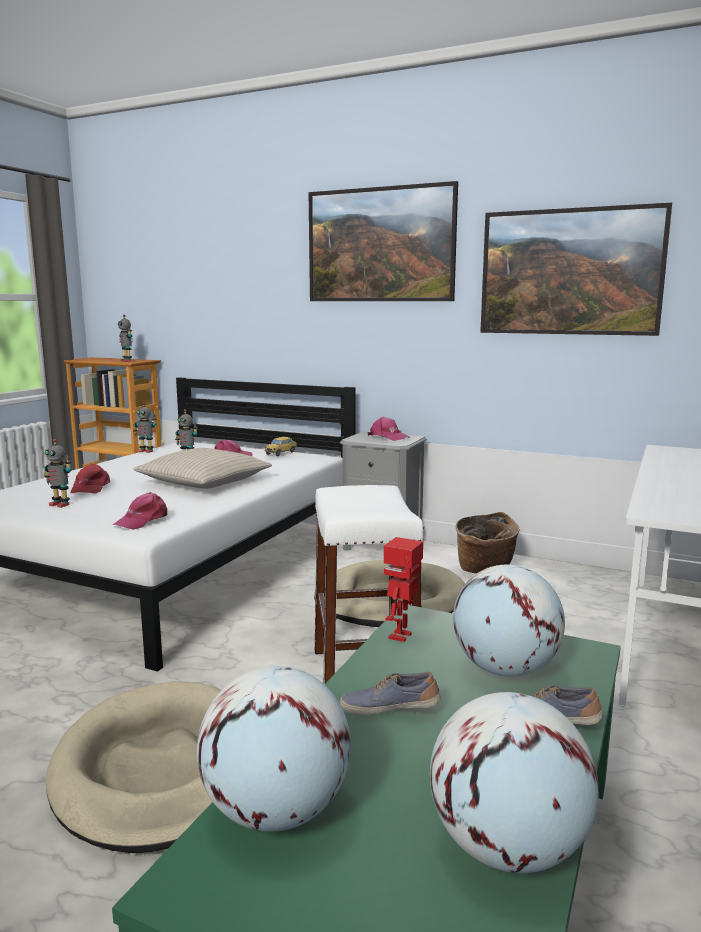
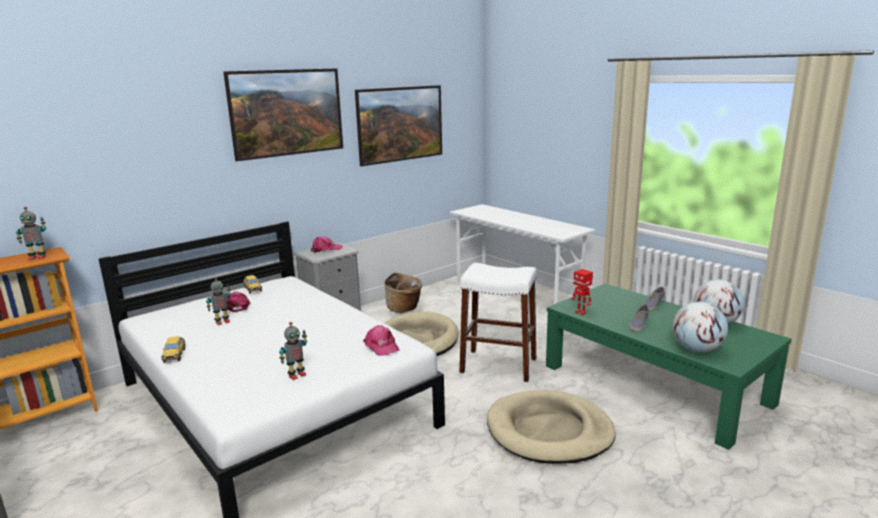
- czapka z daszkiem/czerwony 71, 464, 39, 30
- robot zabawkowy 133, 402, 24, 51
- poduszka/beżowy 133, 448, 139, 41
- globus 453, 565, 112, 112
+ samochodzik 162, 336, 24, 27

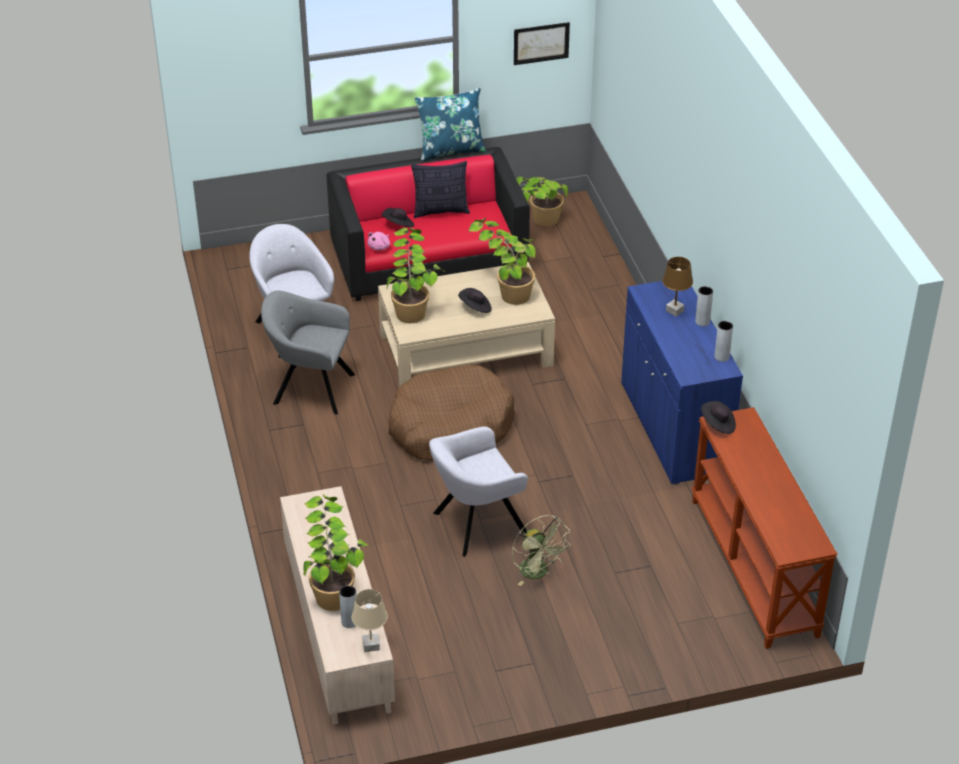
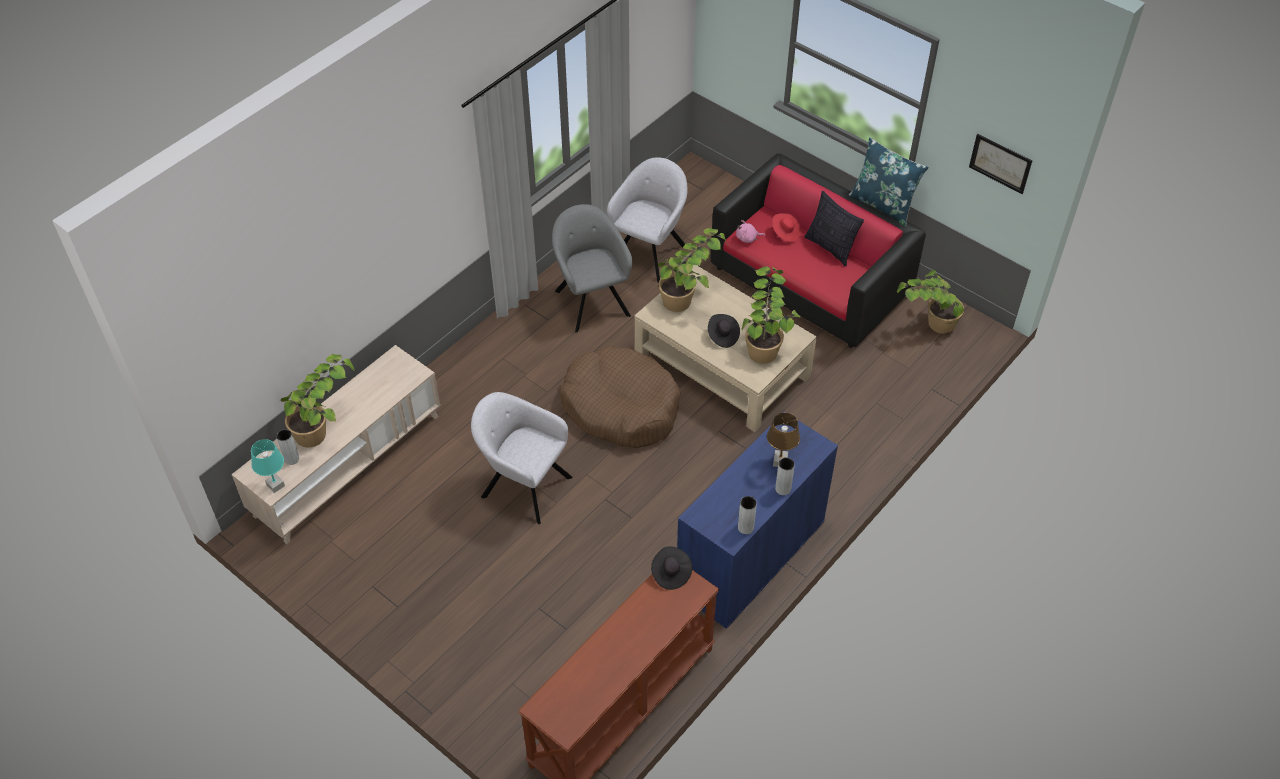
- wentylator/zielony 512, 515, 59, 71
~ lampa stołowa/beżowy 352, 589, 36, 63 to lampa stołowa/turkusowy 251, 439, 34, 54
~ kapelusz/czarny 382, 208, 32, 19 to kapelusz/czerwony 772, 213, 29, 30

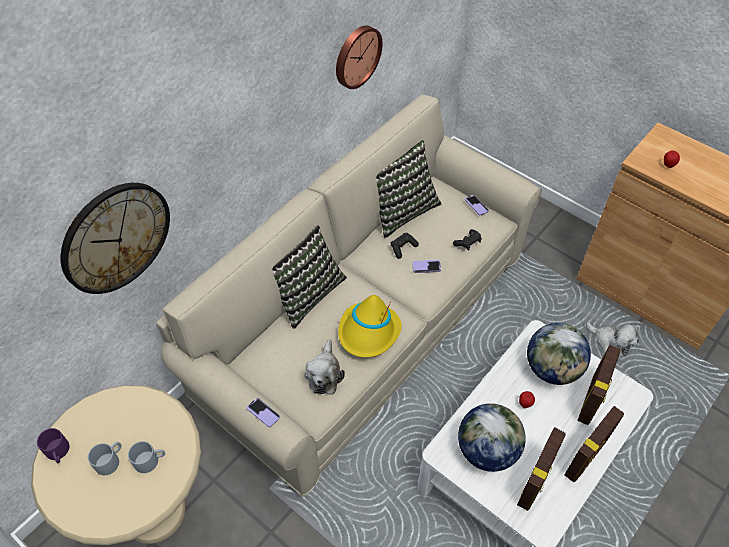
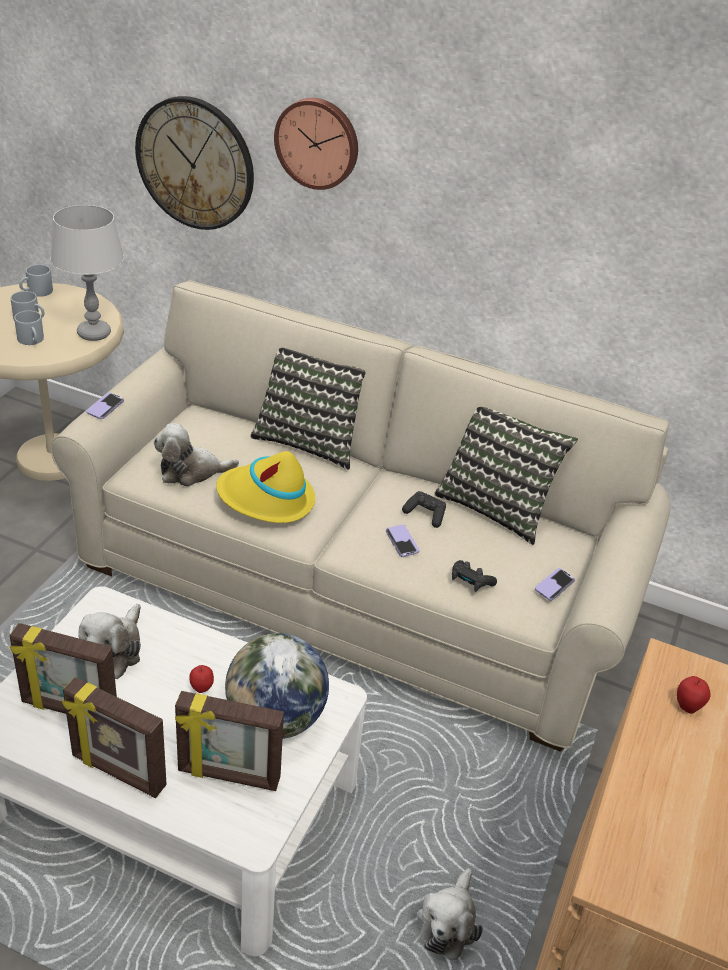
+ lampa stołowa/szary 50, 205, 74, 136
~ zegar ścienny 336, 25, 47, 64 to 274, 98, 84, 92
~ globus 458, 403, 68, 69 to pluszak 78, 604, 63, 75
~ kubek/fioletowy 37, 428, 32, 36 to kubek/szary 19, 264, 34, 33

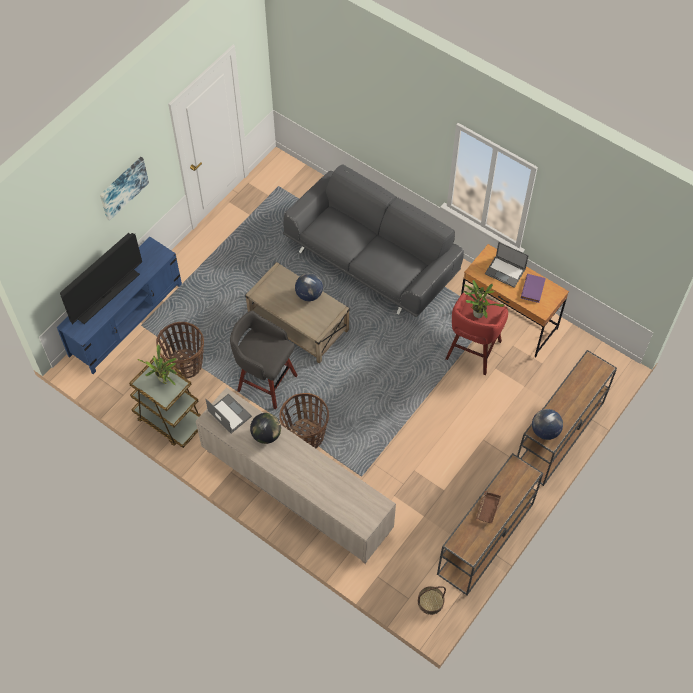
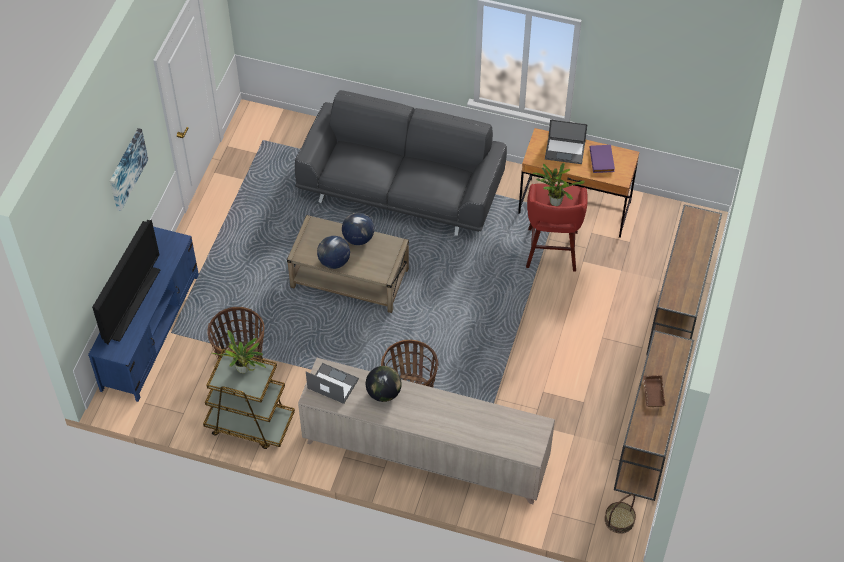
- stołek/szary 230, 311, 68, 98
~ globus 532, 409, 31, 31 to 317, 236, 33, 33

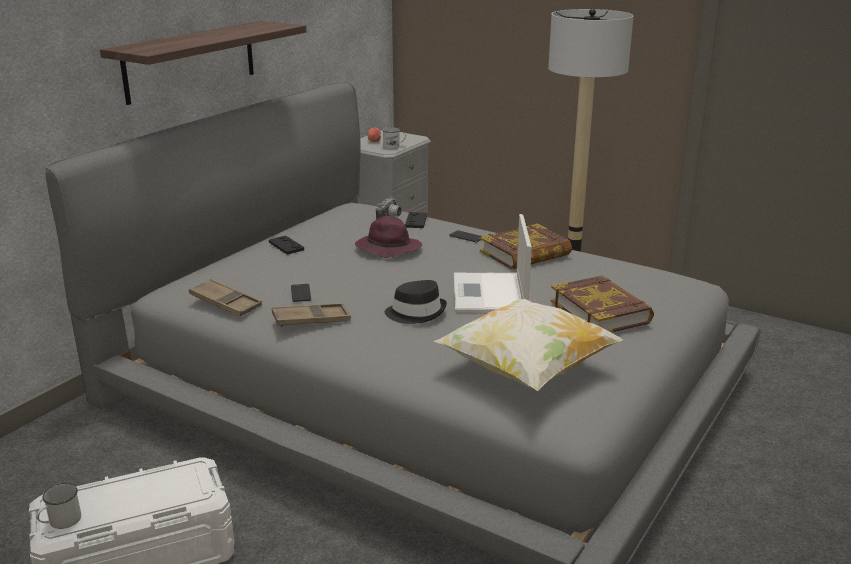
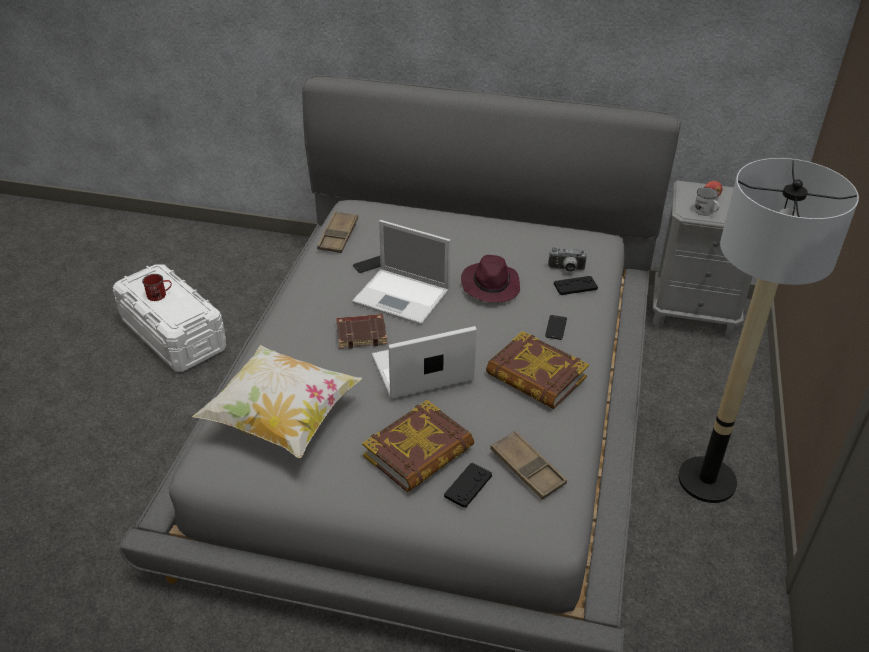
- kubek/biały 36, 483, 45, 46
- półka 100, 21, 206, 84
+ kubek/czerwony 142, 274, 30, 27
+ laptop 352, 220, 99, 105
~ pad do gier/czarny 269, 236, 35, 18 to 444, 463, 48, 45
~ taca/brązowy 272, 303, 79, 24 to 490, 431, 77, 69
~ kapelusz/czarny 385, 280, 62, 44 to książka/brązowy 336, 314, 51, 35

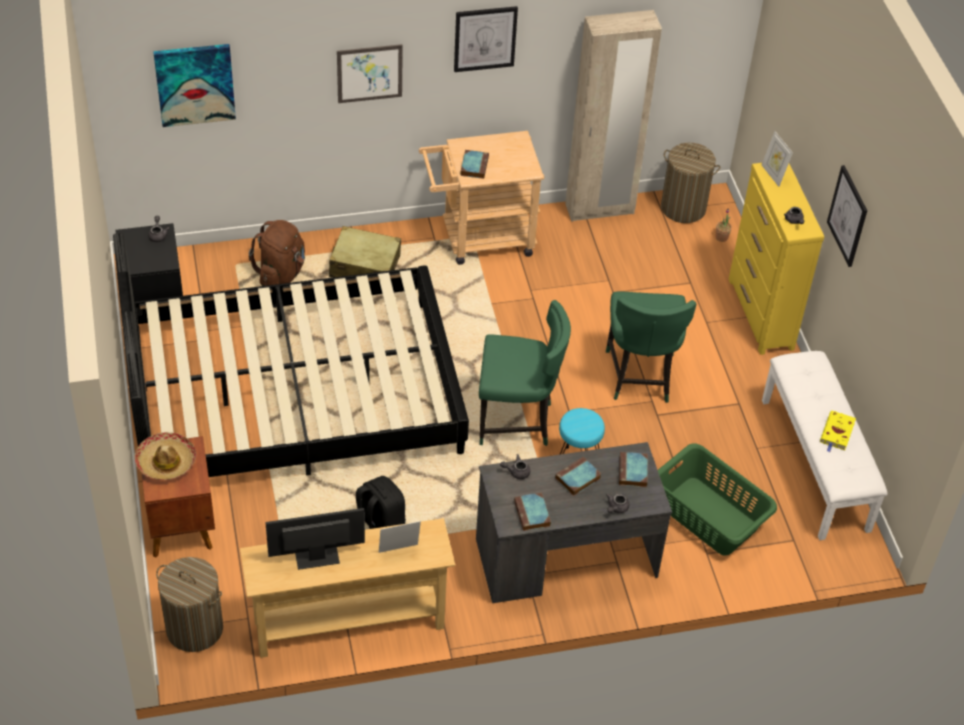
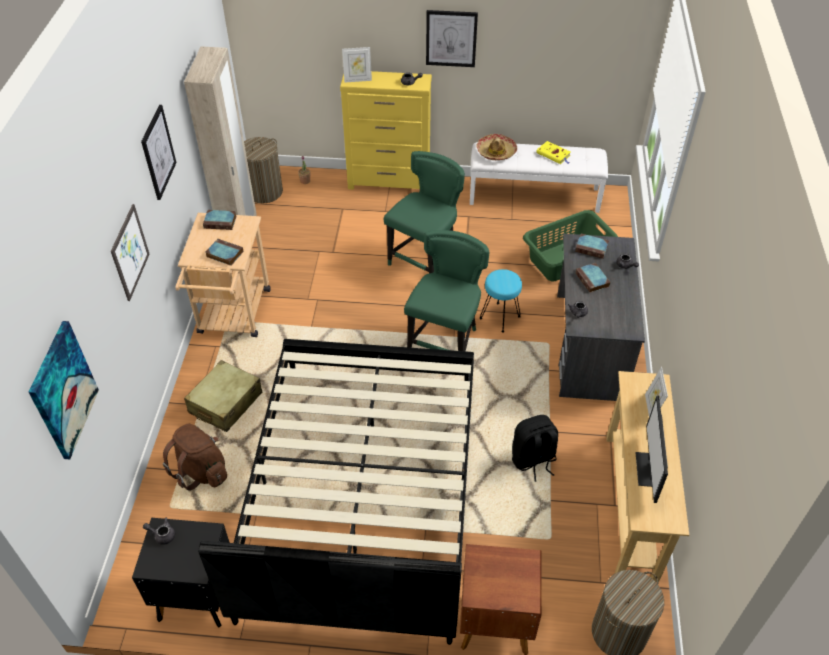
~ kapelusz 135, 432, 61, 48 to 476, 134, 41, 26
~ książka 514, 492, 37, 39 to 203, 210, 33, 20
~ krzesło/zielony 606, 291, 90, 112 = 384, 151, 81, 122 75 degrees counterclockwise

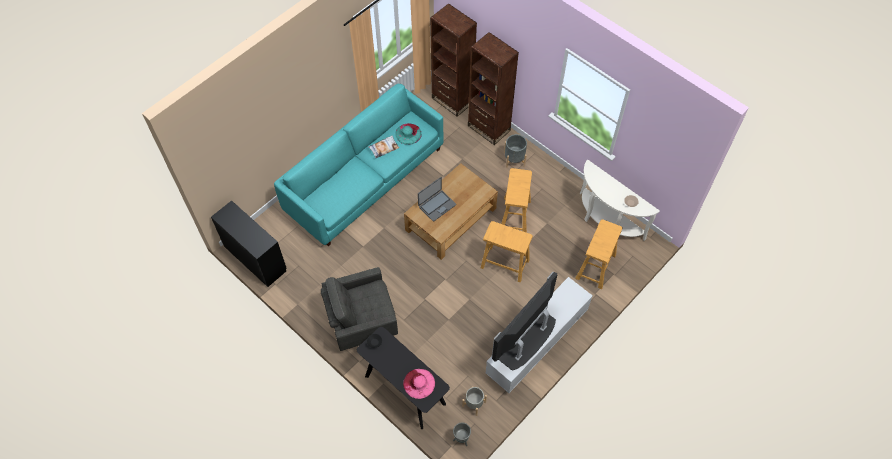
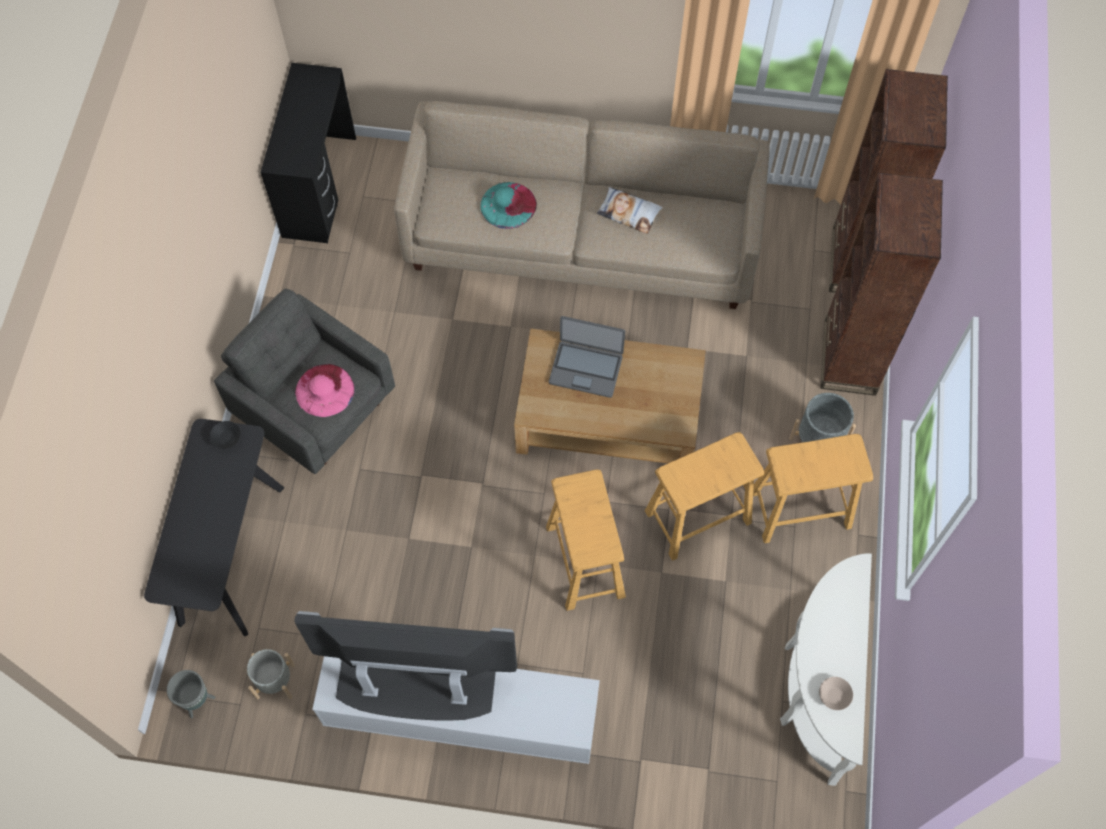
~ kapelusz/turkusowy 395, 123, 26, 22 to 480, 182, 57, 47
~ kapelusz/różowy 403, 369, 32, 30 to 295, 364, 60, 53
~ stołek/beżowy 575, 219, 48, 70 to 753, 434, 120, 109
~ kanapa/turkusowy 274, 84, 170, 162 to kanapa/beżowy 394, 101, 376, 208

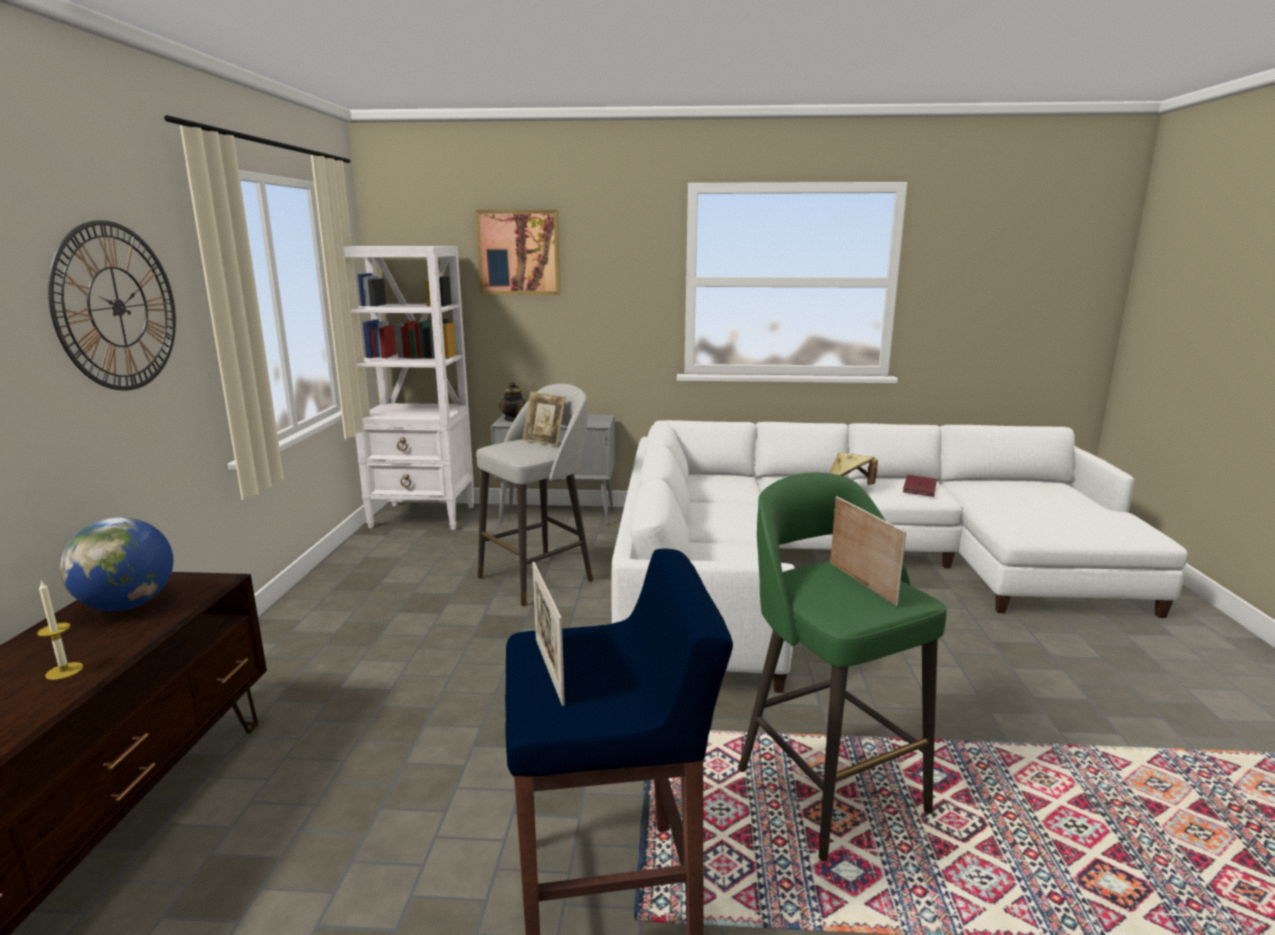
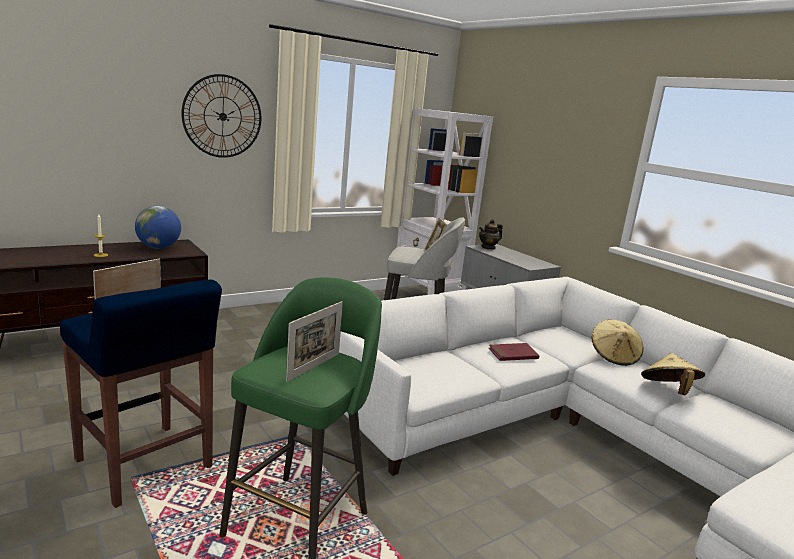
- obraz 475, 210, 85, 85
+ kapelusz/beżowy 591, 320, 53, 46
~ książka/czerwony 903, 475, 34, 22 to 489, 343, 50, 18

